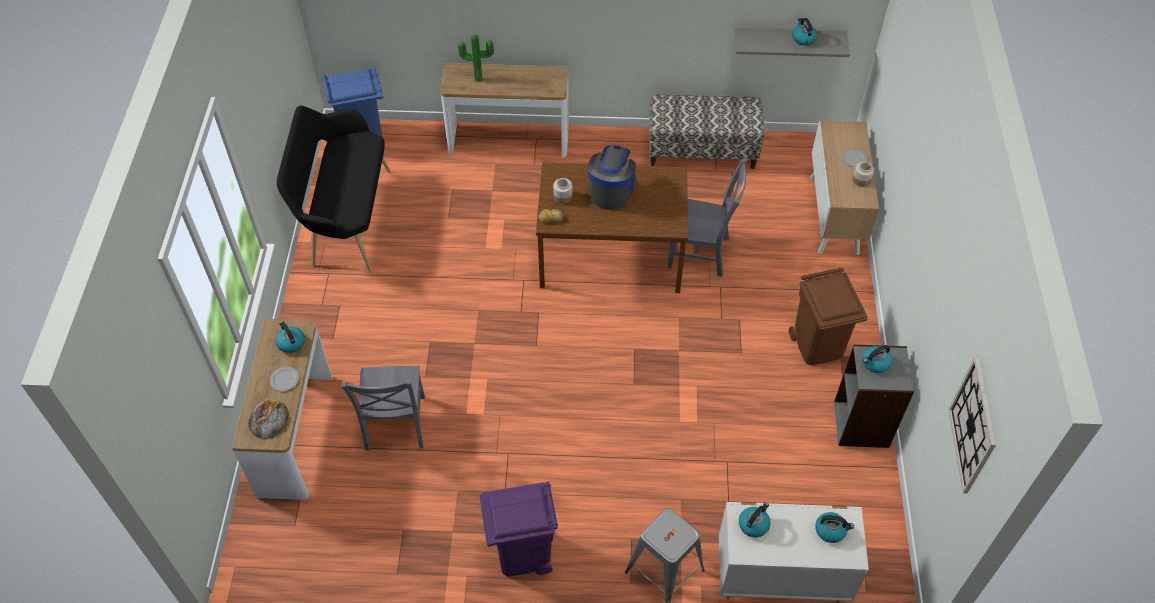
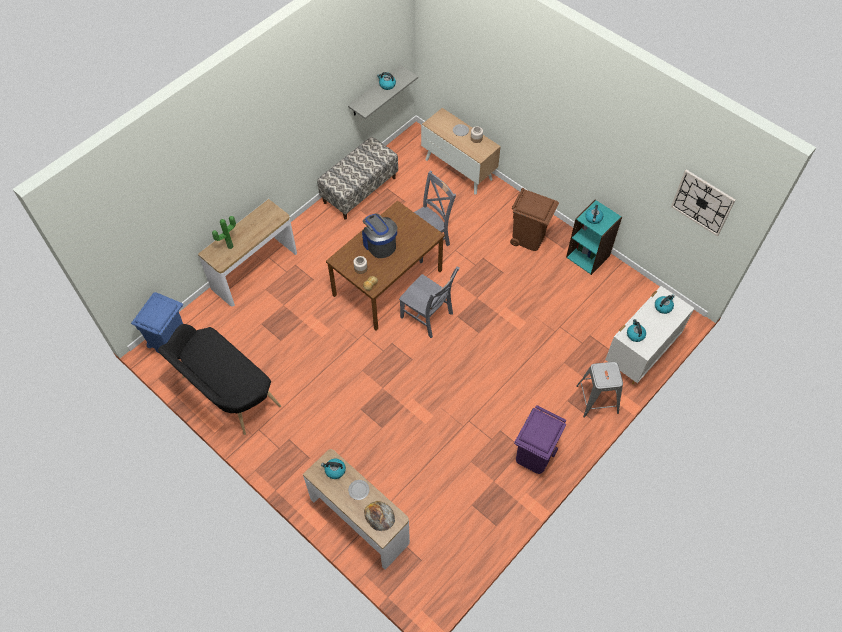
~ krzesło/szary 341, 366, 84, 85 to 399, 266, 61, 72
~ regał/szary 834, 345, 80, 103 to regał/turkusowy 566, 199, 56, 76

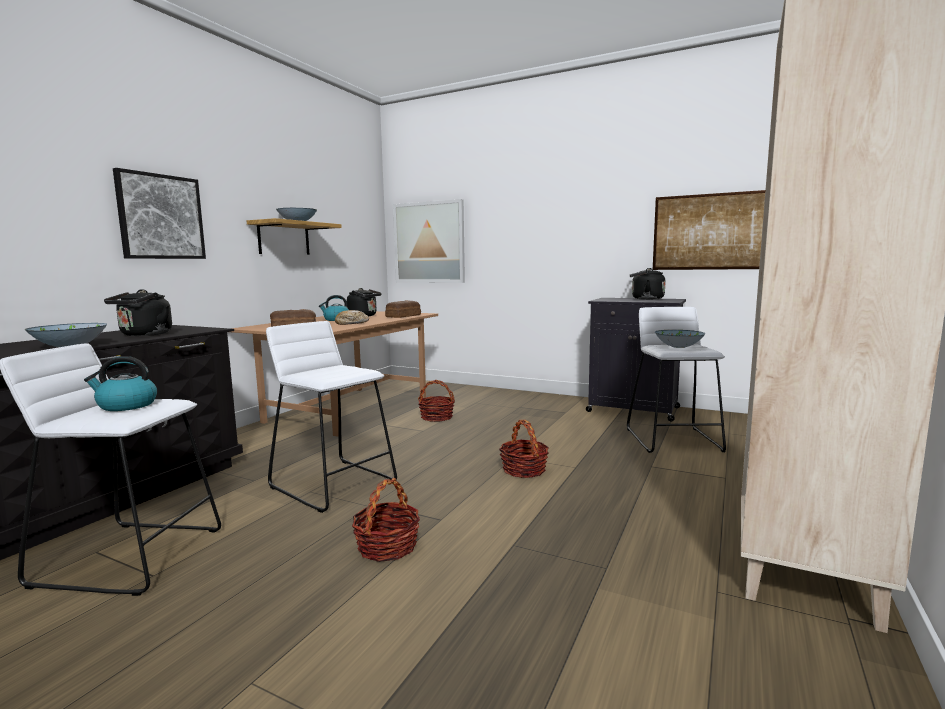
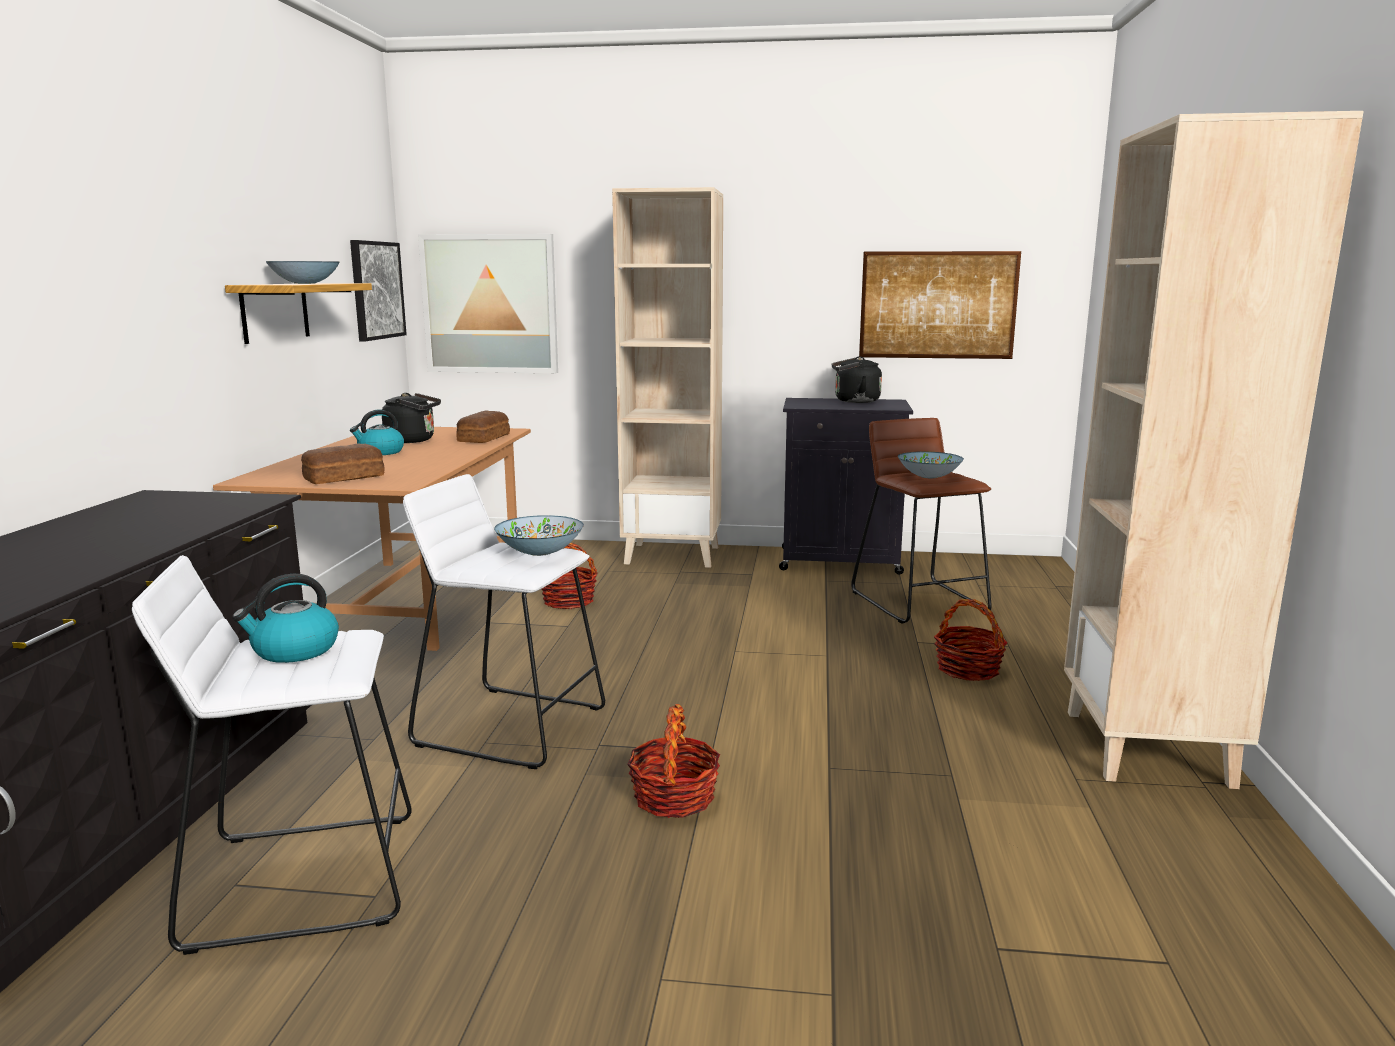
- czajnik/czarny 104, 289, 68, 47
- chleb 335, 310, 34, 15
+ regał/beżowy 612, 187, 111, 381
~ miska 25, 323, 82, 24 to 494, 515, 90, 41
~ obraz 113, 168, 93, 91 to 350, 240, 57, 101
~ koszyk 499, 420, 50, 58 to 934, 599, 74, 82
~ stołek/biały 627, 307, 99, 146 to stołek/brązowy 851, 418, 141, 206

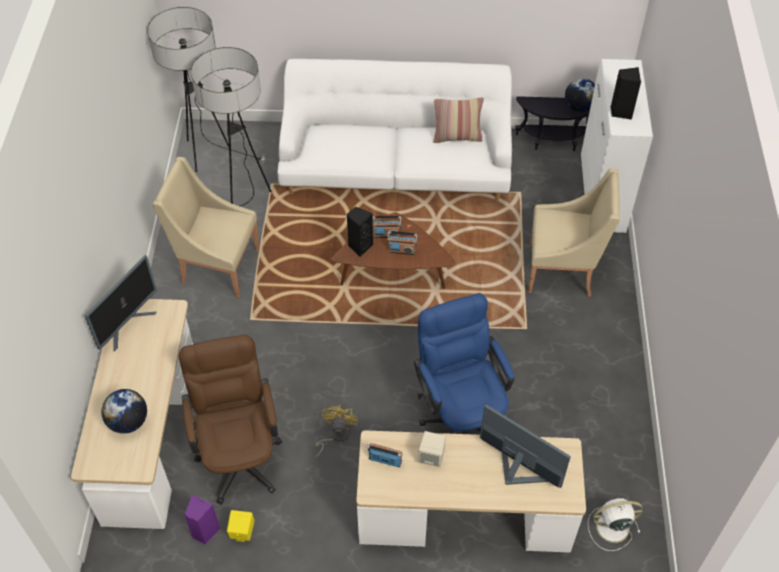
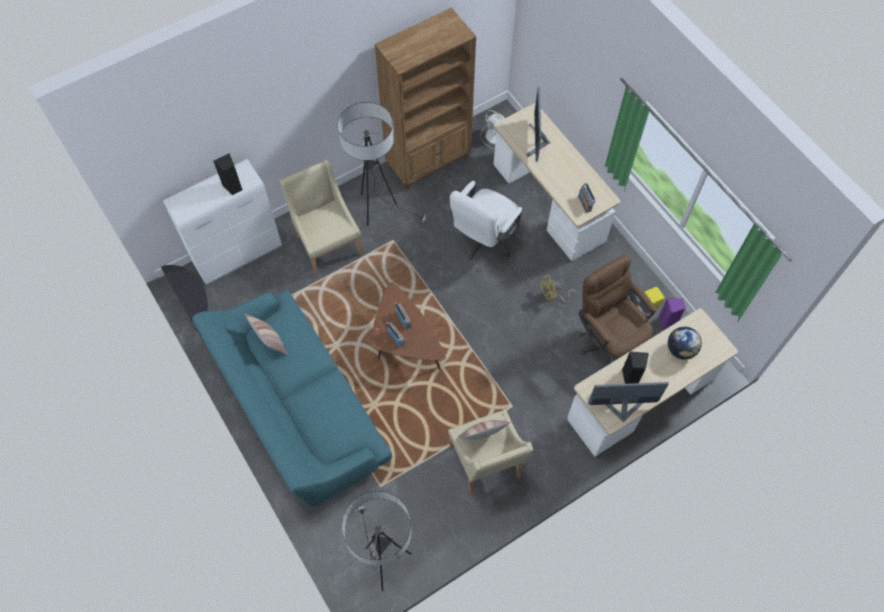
- głośnik/beżowy 418, 431, 28, 36
- globus 565, 78, 30, 34
+ regał/brązowy 374, 8, 102, 182
+ poduszka 458, 420, 52, 20
~ lampa stojąca 191, 47, 81, 159 to 338, 102, 91, 124
~ głośnik/czarny 347, 206, 26, 51 to 622, 351, 27, 33
~ kanapa/biały 277, 59, 235, 142 to kanapa/turkusowy 192, 291, 200, 216
~ krzesło biurowe/niebieski 414, 293, 100, 141 to krzesło biurowe/biały 449, 181, 73, 79
~ krzesło biurowe/brązowy 179, 334, 103, 170 = 578, 254, 78, 108 105 degrees clockwise

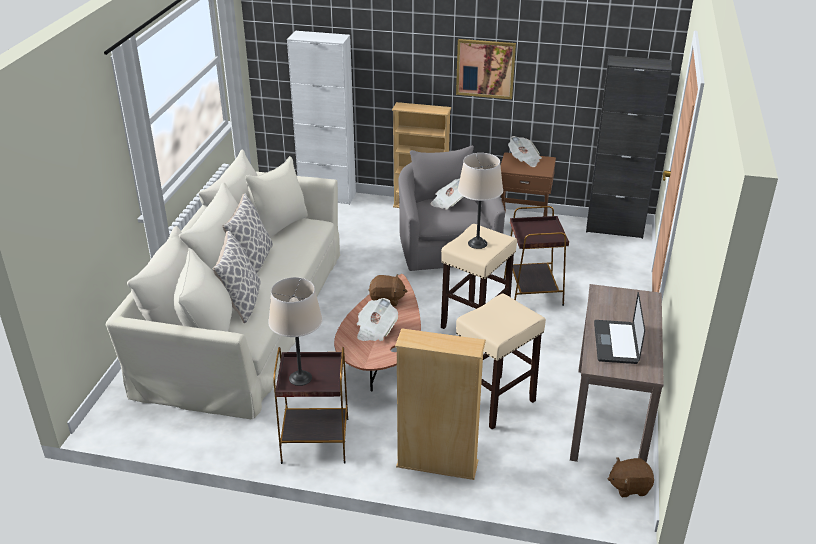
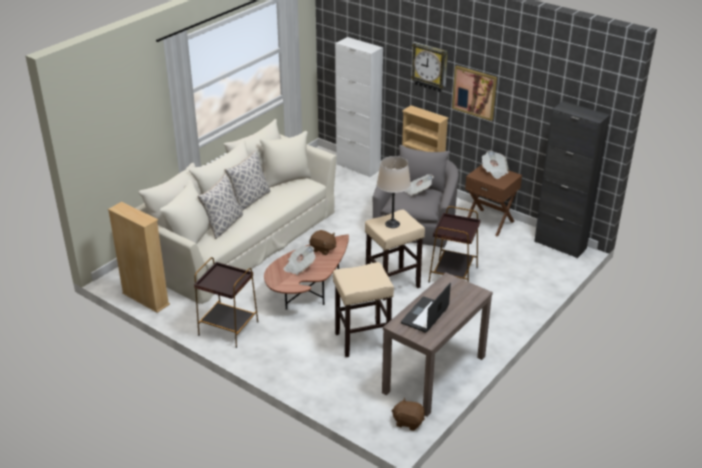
- lampa stołowa/beżowy 268, 277, 55, 109
+ zegar ścienny 411, 42, 37, 50
~ regał/beżowy 395, 328, 91, 152 to 108, 202, 62, 111

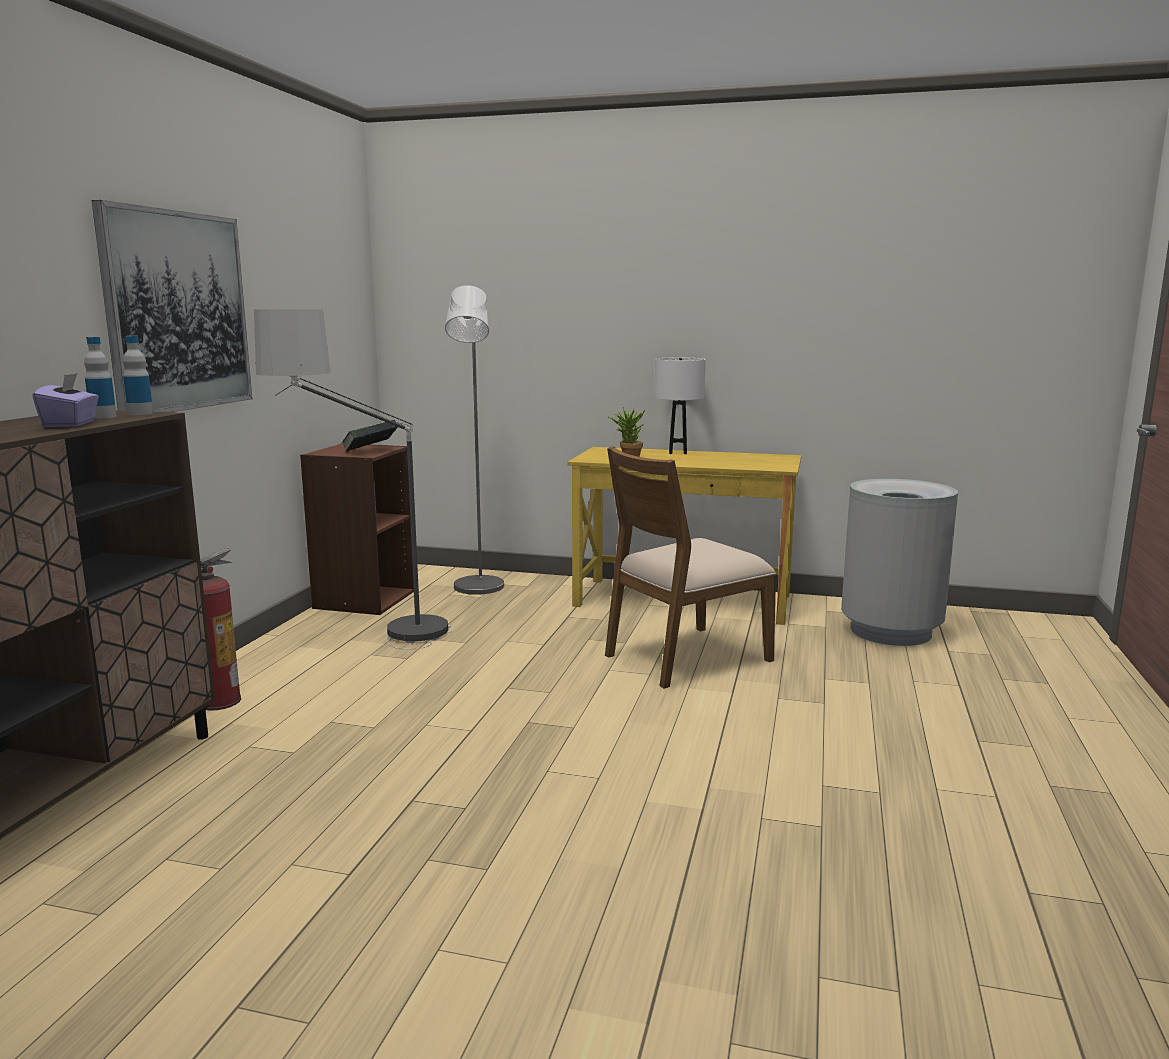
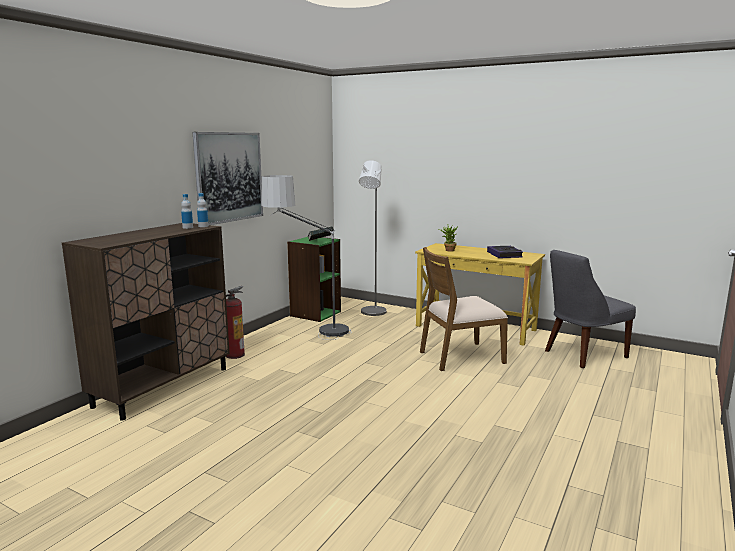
- pudełko chusteczek/fioletowy 32, 373, 67, 54
- lampa stołowa/biały 655, 357, 51, 97
+ książka 487, 246, 36, 12
~ kosz na śmieci/szary 841, 479, 117, 167 to krzesło/szary 545, 250, 91, 118
~ regał/brązowy 300, 443, 114, 172 to regał/zielony 287, 237, 54, 85

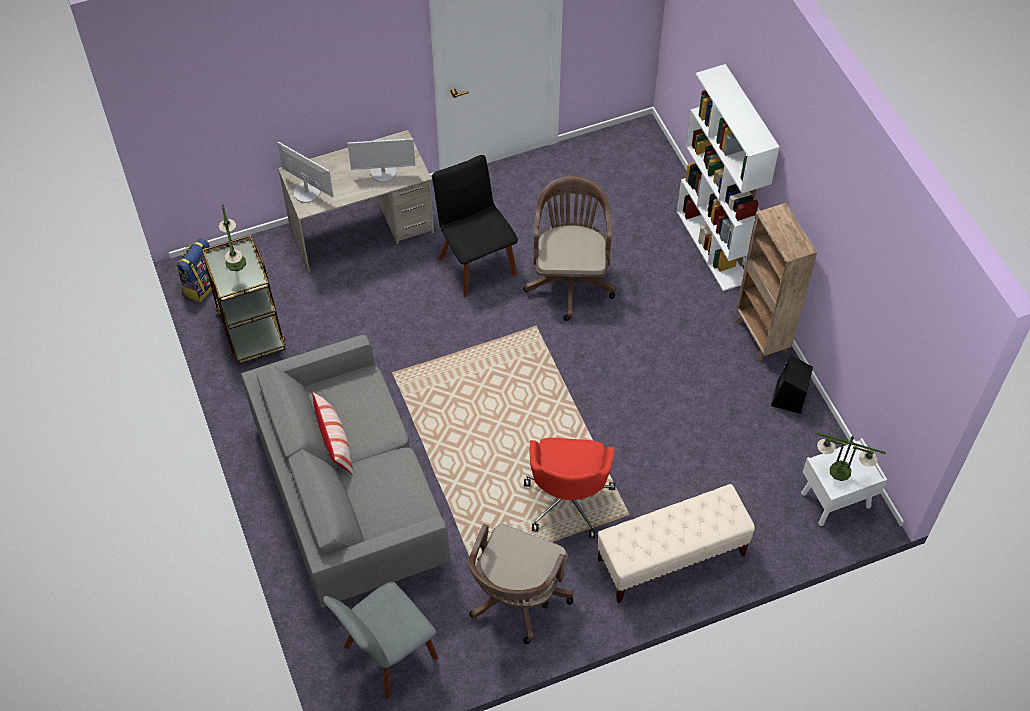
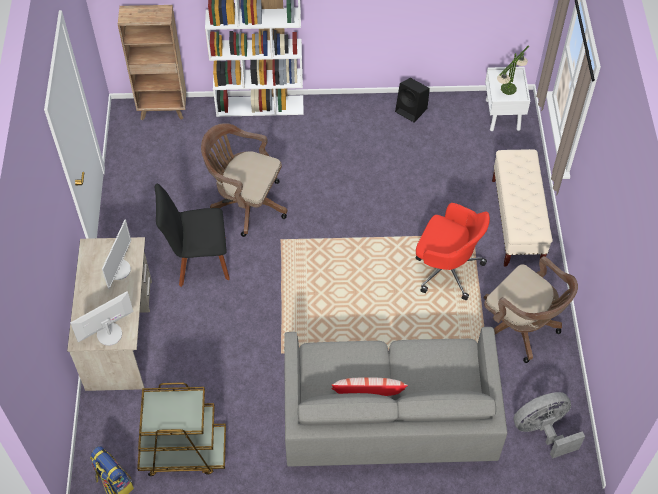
- lampa stołowa 219, 204, 27, 67
~ regał/brązowy 735, 203, 82, 159 to 118, 5, 68, 116
~ krzesło/szary 323, 581, 115, 118 to wentylator/szary 513, 392, 72, 67

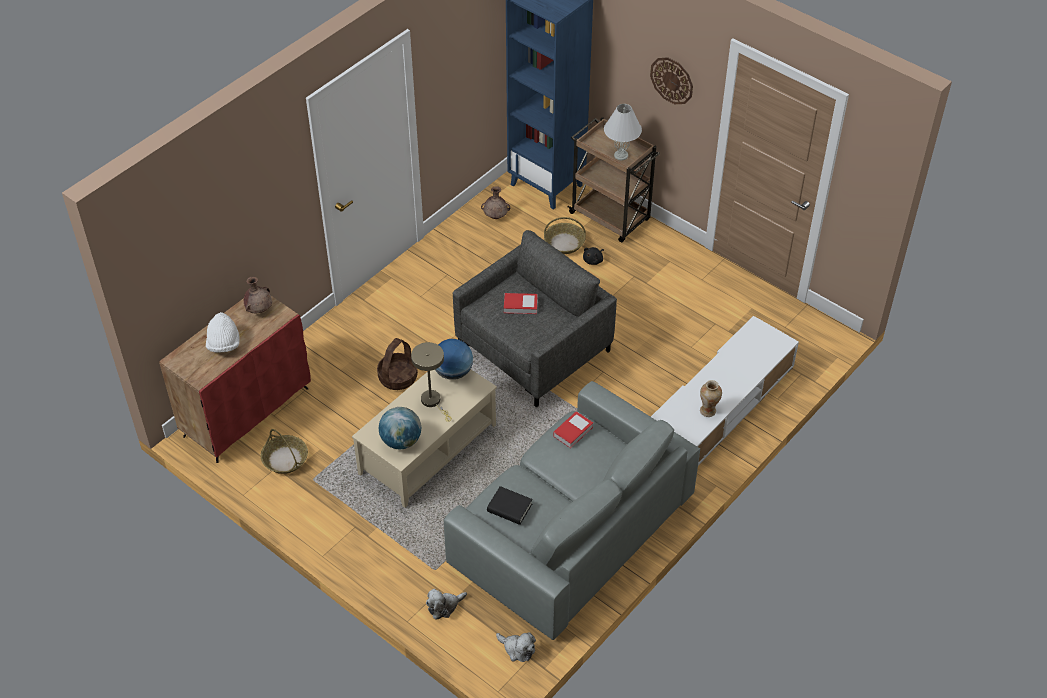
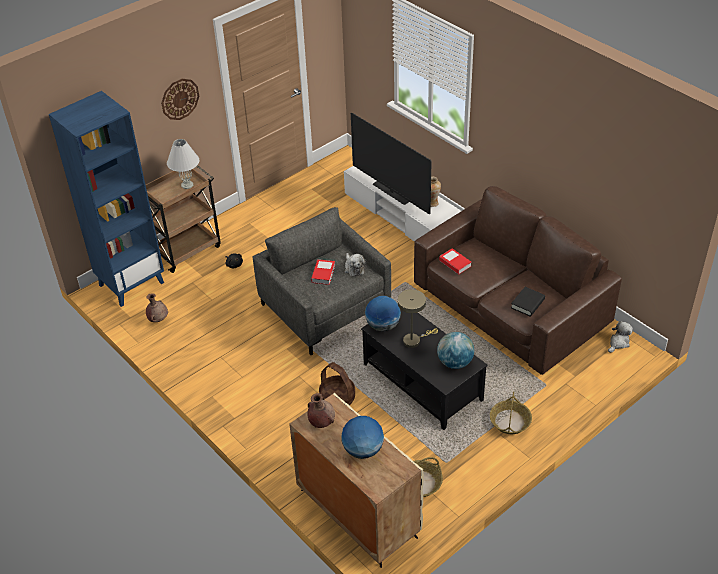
+ telewizor 351, 113, 81, 101
~ pluszak 426, 589, 41, 31 to 345, 253, 21, 24
~ koszyk 544, 217, 42, 37 to 490, 392, 42, 42
~ kapelusz/biały 206, 312, 34, 41 to globus 341, 416, 43, 43
~ szafka/czerwony 159, 296, 152, 167 to szafka/beżowy 289, 393, 135, 175
~ ława/beżowy 352, 369, 145, 139 to ława/czarny 361, 309, 126, 121
~ kanapa/szary 444, 381, 256, 259 to kanapa/brązowy 414, 186, 208, 189

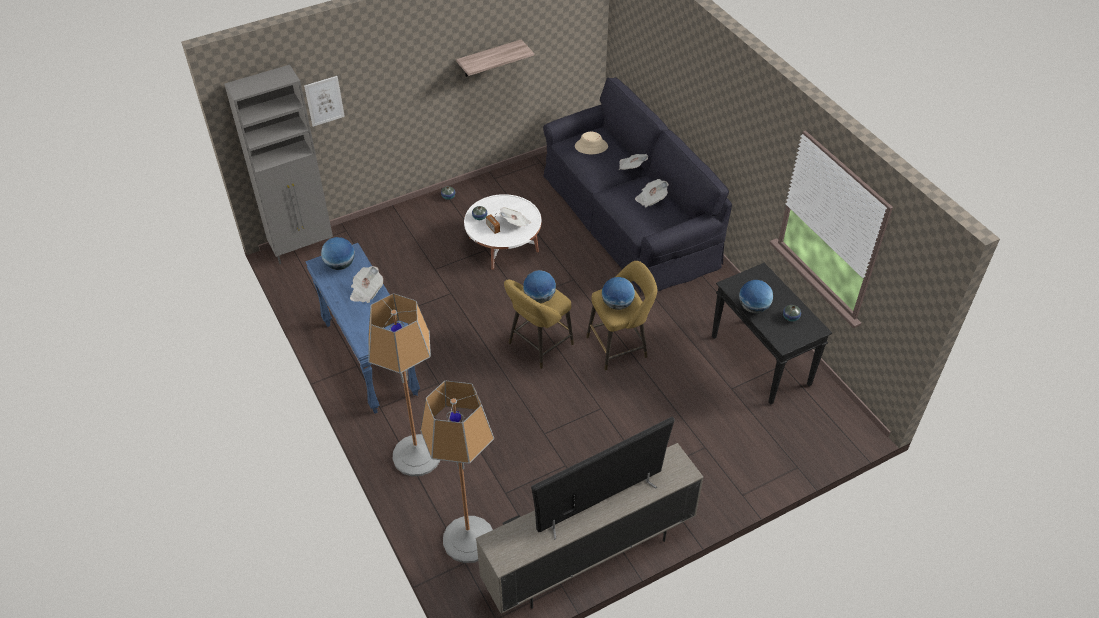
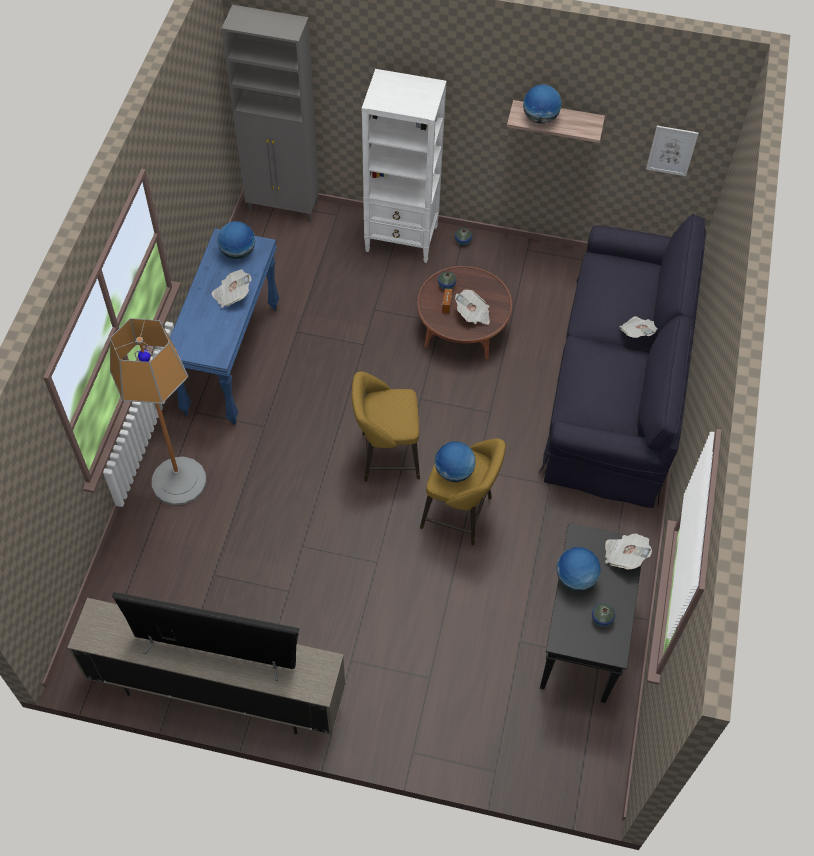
- lampa stojąca 420, 381, 74, 182
- kapelusz/beżowy 575, 132, 33, 22
+ regał/biały 362, 69, 85, 194
~ obraz 304, 76, 41, 51 to 646, 126, 53, 50
~ globus 523, 270, 33, 33 to 523, 84, 39, 40
~ gazeta 635, 179, 34, 28 to 605, 533, 47, 37
~ ława/biały 464, 194, 78, 76 to ława/brązowy 417, 266, 95, 94

